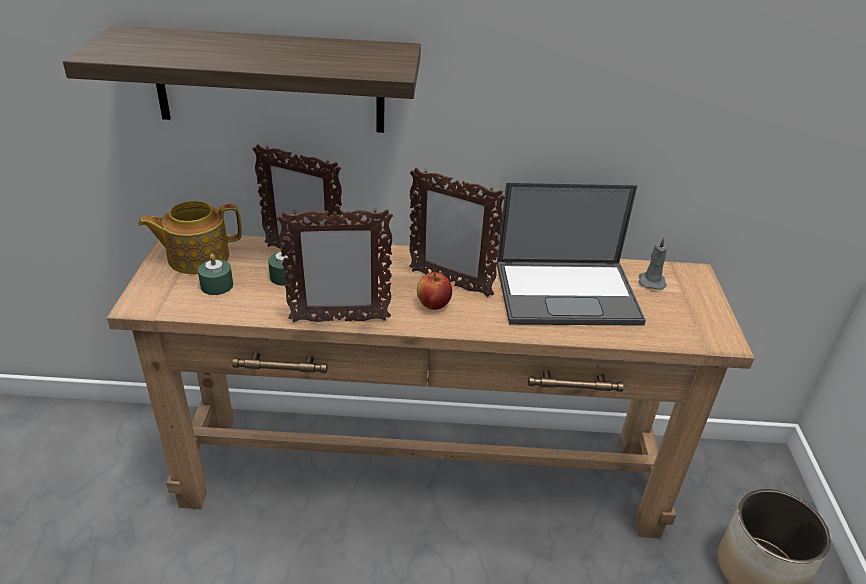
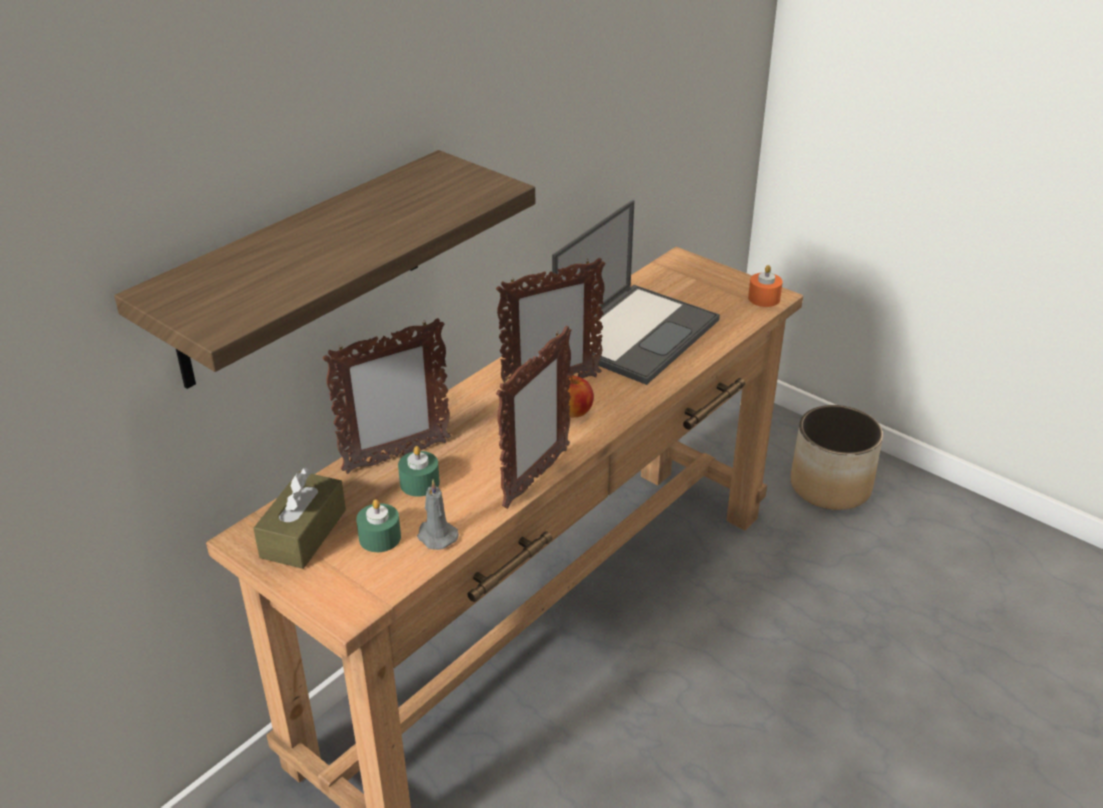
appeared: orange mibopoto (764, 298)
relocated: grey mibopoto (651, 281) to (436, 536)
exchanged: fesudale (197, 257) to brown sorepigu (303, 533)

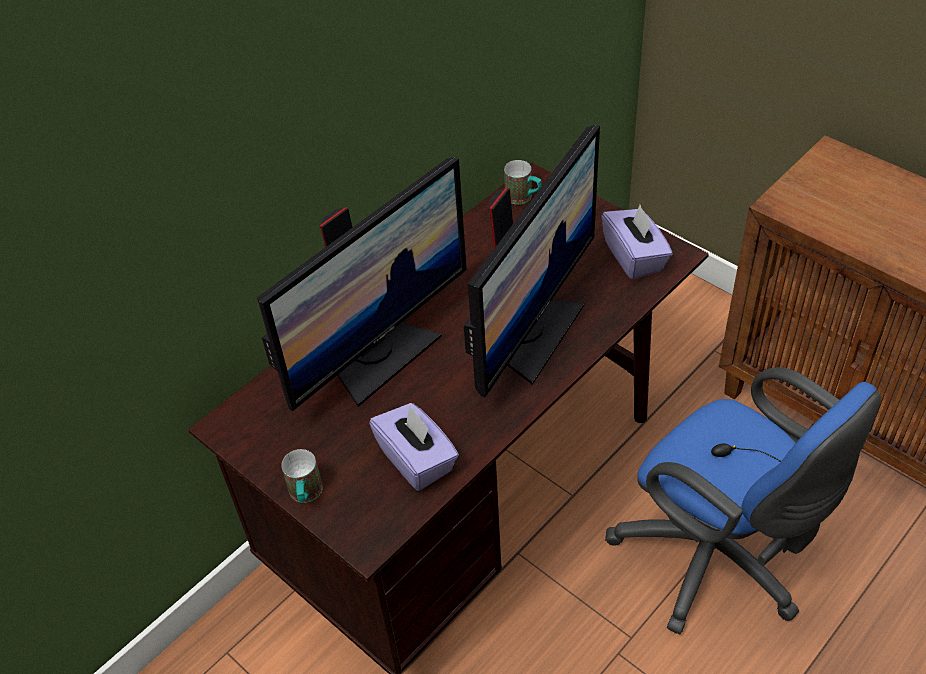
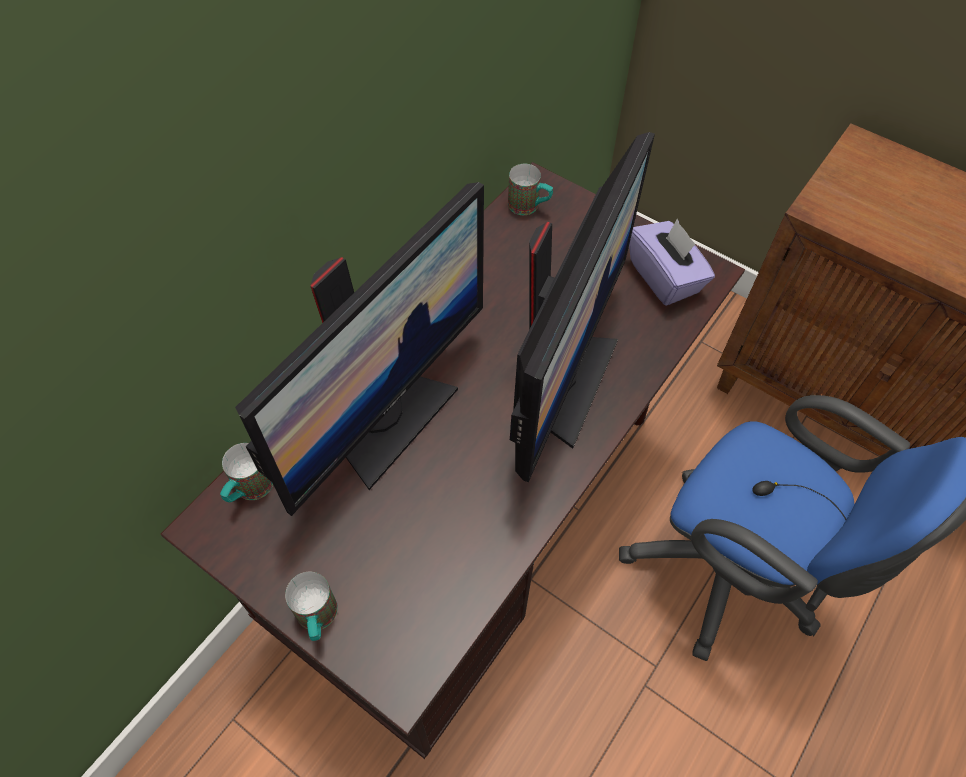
missing: purple sorepigu (417, 460)
appeared: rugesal (249, 490)

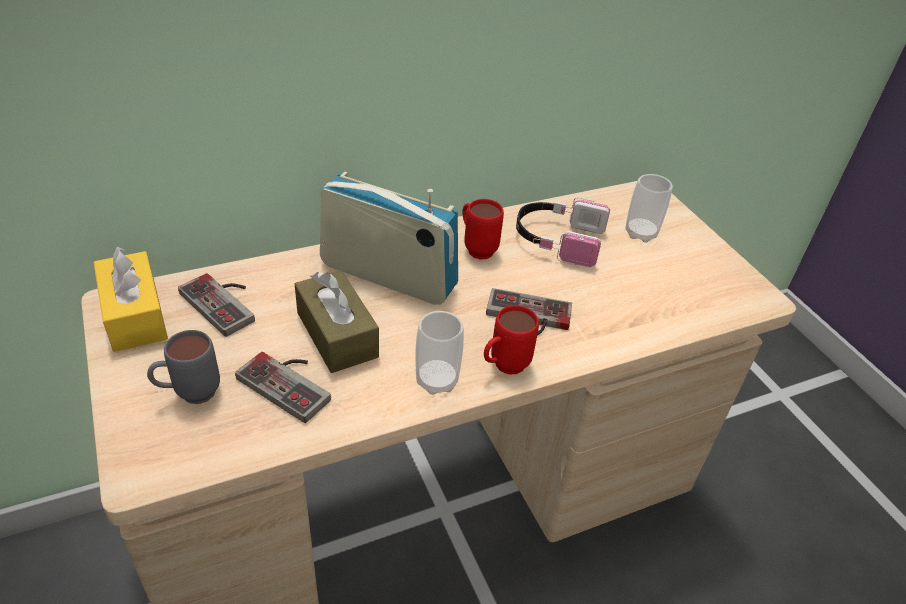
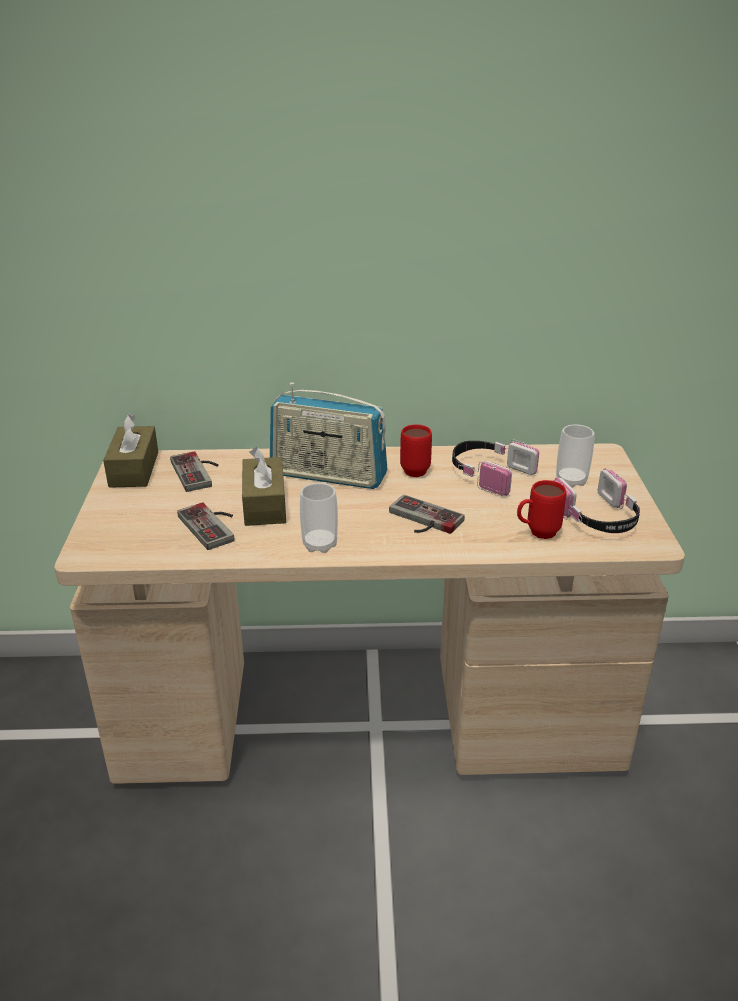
missing: grey rugesal (189, 395)
appeared: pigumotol (597, 518)
relocated: red rugesal (503, 368) to (536, 533)
colour: yellow sorepigu (134, 315) to brown sorepigu (134, 469)
spun: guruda (388, 276) = (328, 475) 150 degrees clockwise

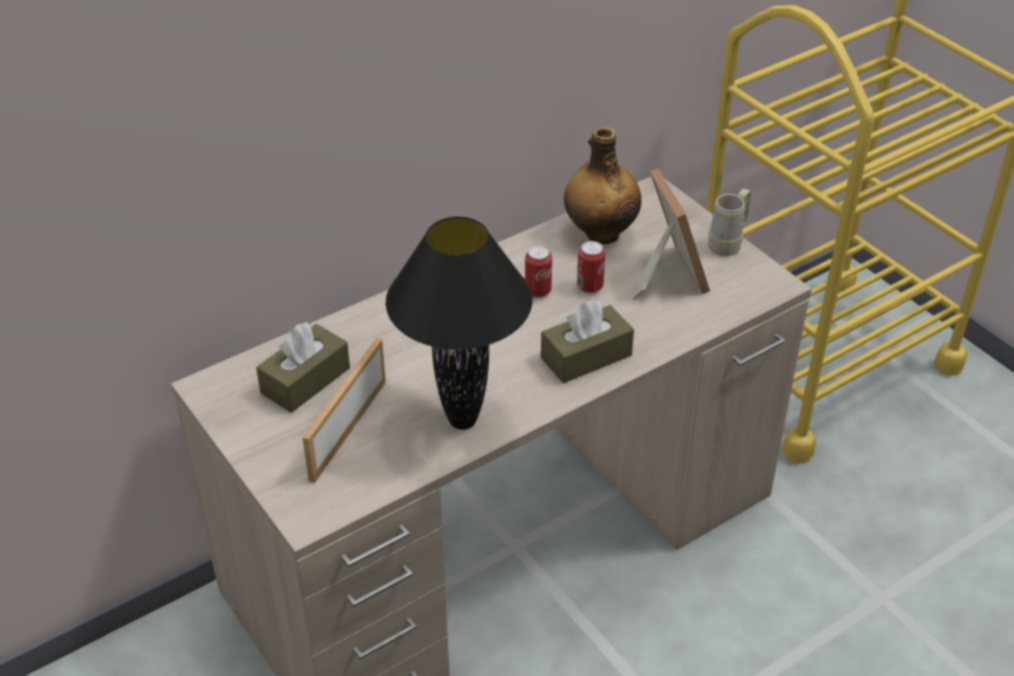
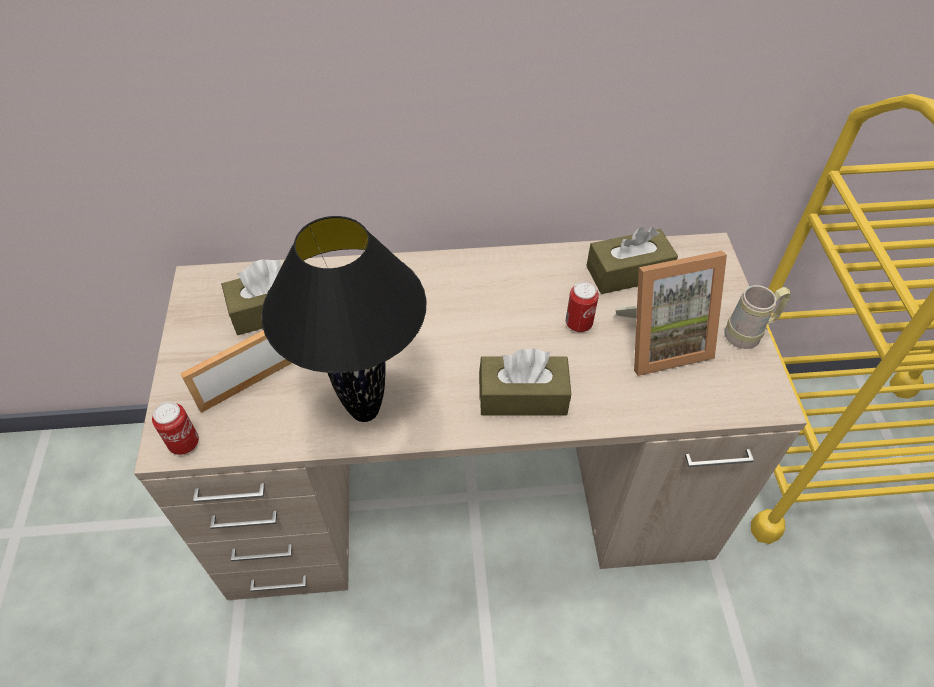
relocated: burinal (538, 291) to (184, 443)
exchanged: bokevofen (600, 233) to brown sorepigu (628, 272)
spun: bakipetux (665, 274) = (661, 342) 60 degrees clockwise

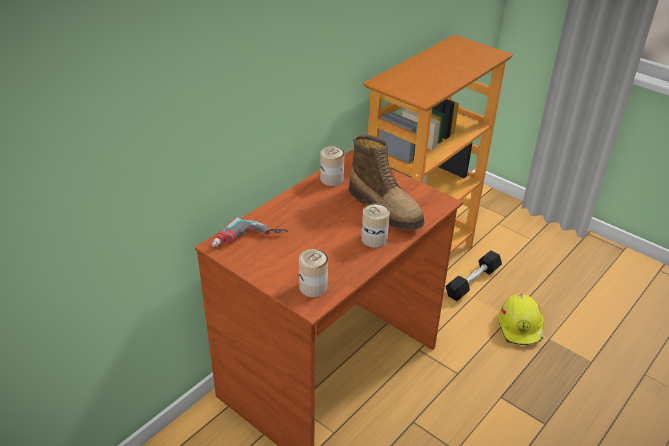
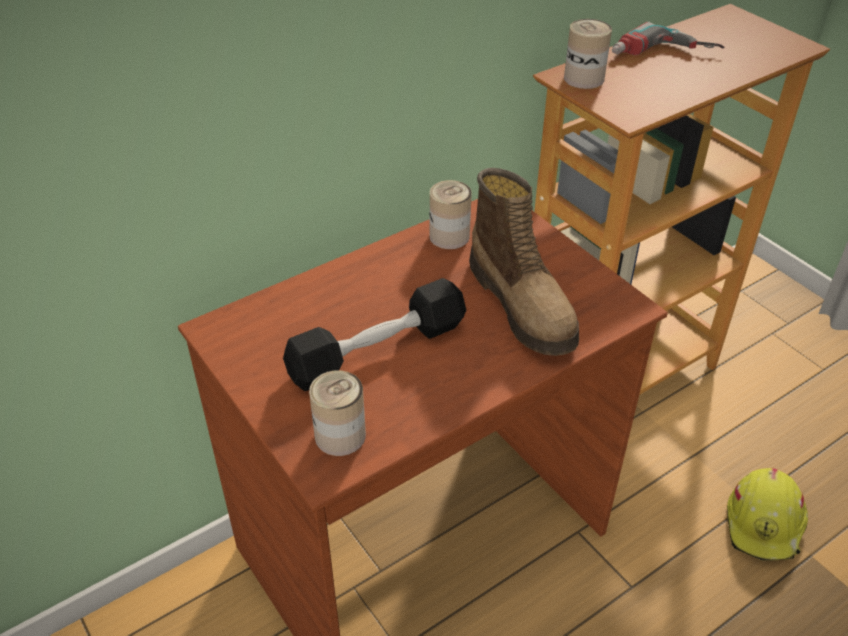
relocated: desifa (249, 242) to (664, 55); burinal (374, 239) to (584, 78); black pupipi (473, 282) to (377, 350)

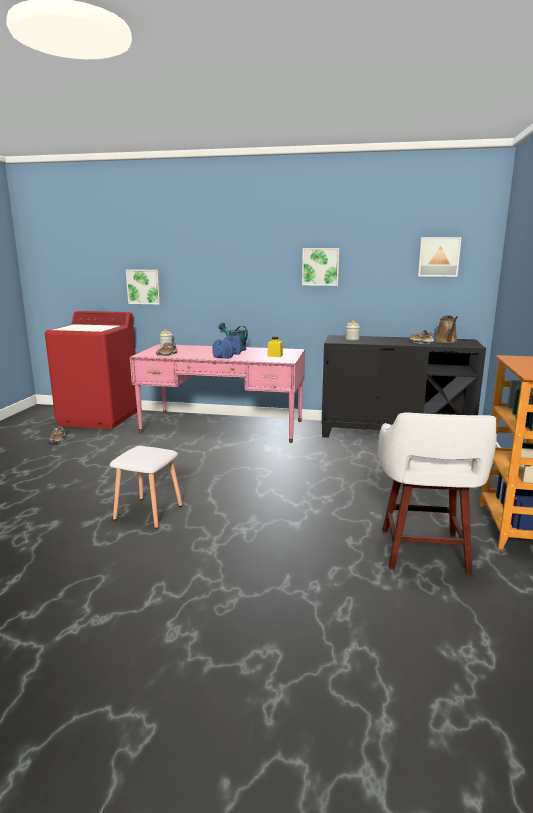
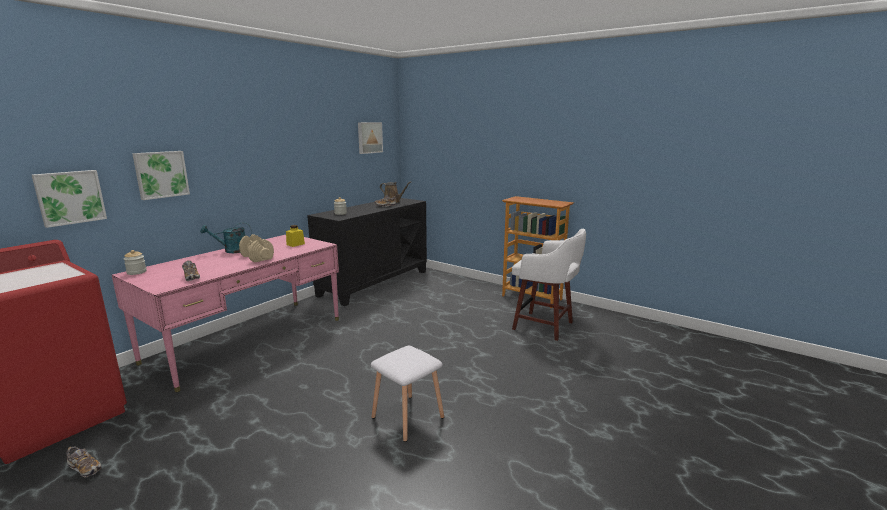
relocated: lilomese (320, 266) to (161, 174)
colour: blue pupipi (227, 355) to beige pupipi (257, 257)

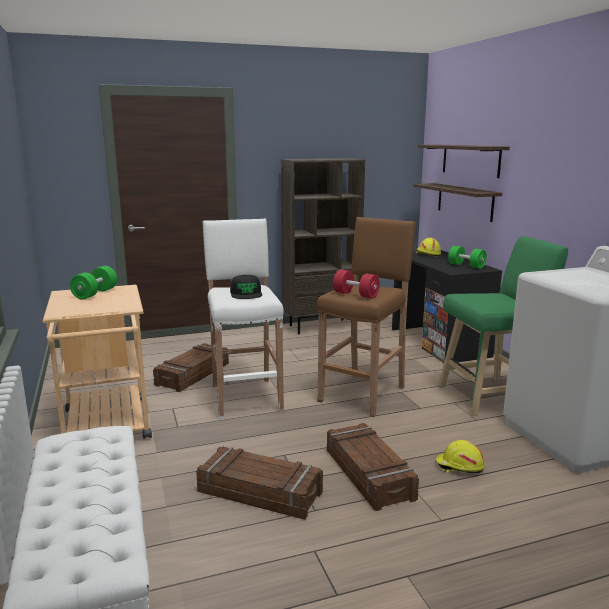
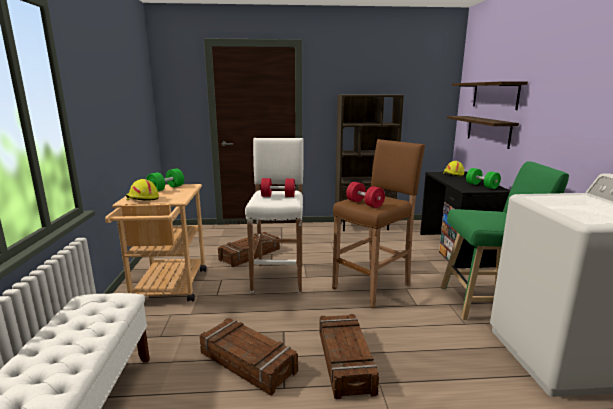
relocated: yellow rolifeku (459, 466) to (142, 199)
exchanged: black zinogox (246, 293) to red pupipi (278, 196)

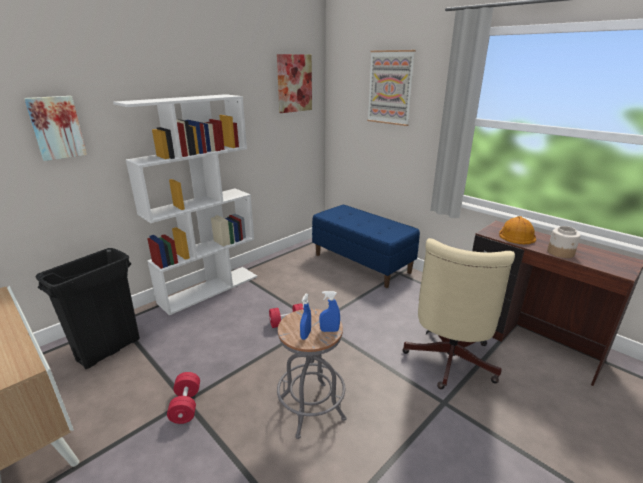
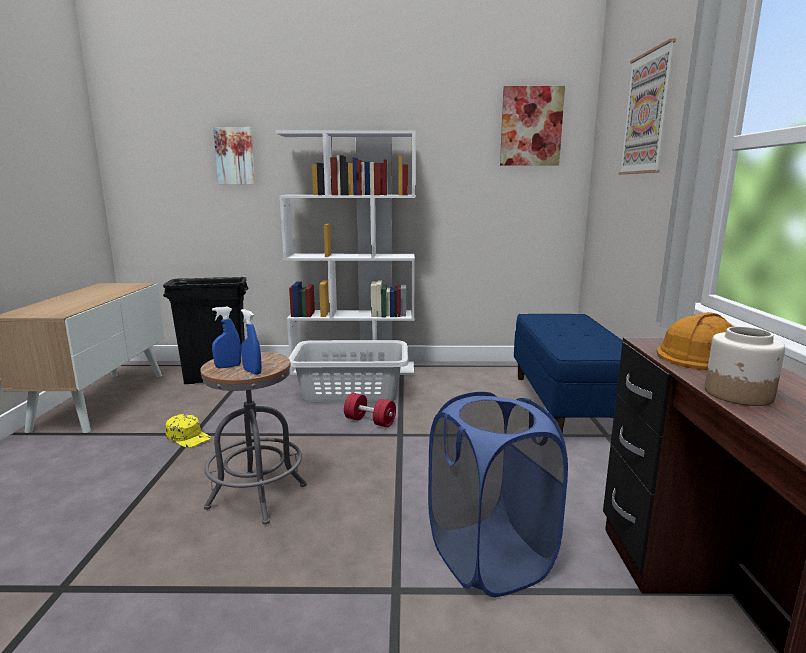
appeared: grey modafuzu (350, 391)
exchanged: red pupipi (186, 405) to yellow zinogox (188, 437); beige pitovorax (448, 362) to blue modafuzu (489, 557)

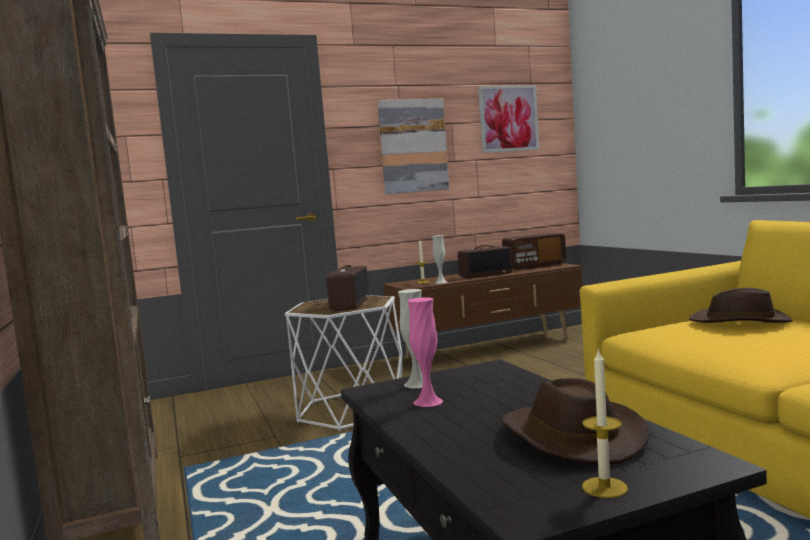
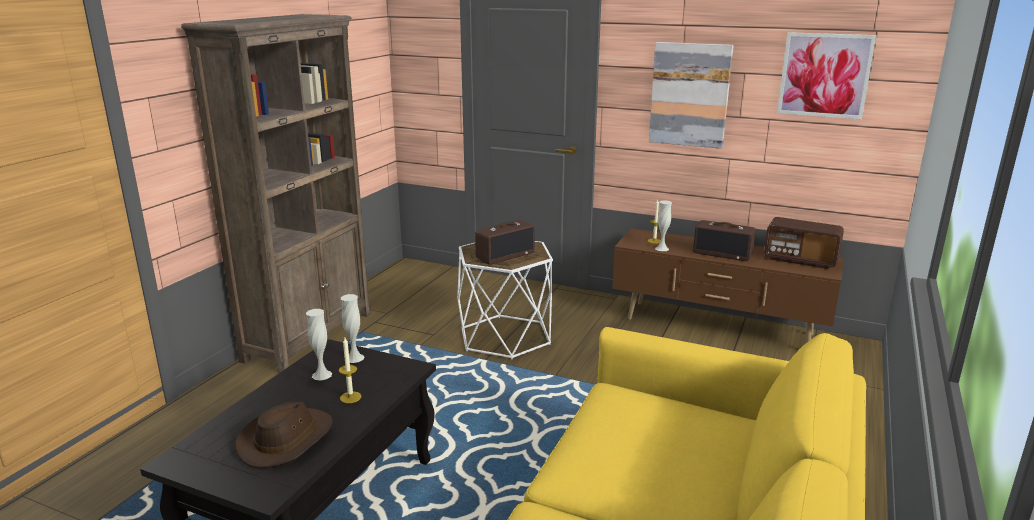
missing: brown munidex (740, 321)
relocated: mibopoto (604, 487) to (350, 397)
colour: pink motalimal (428, 401) to white motalimal (322, 375)

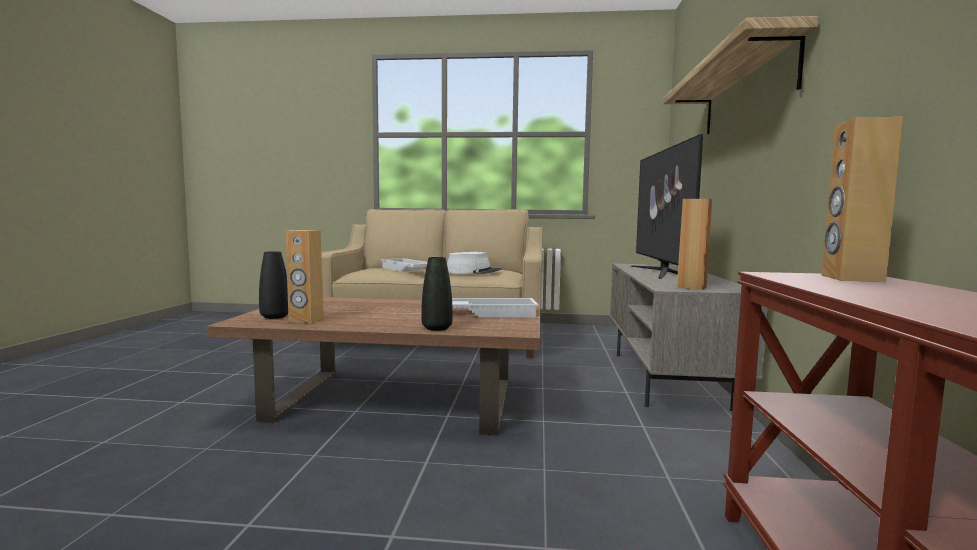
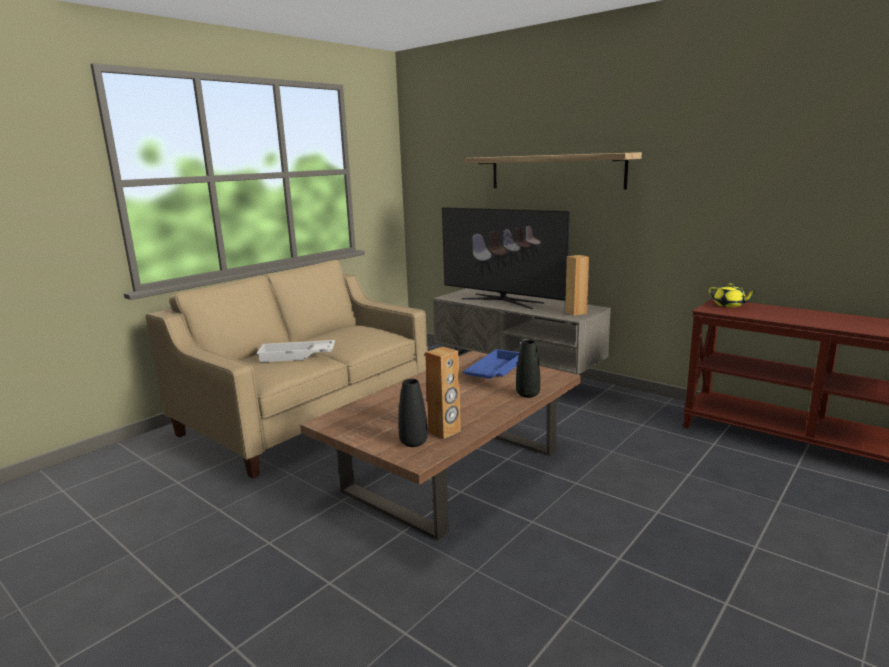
missing: grey munidex (473, 271)
exchanged: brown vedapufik (851, 278) to yellow fesudale (729, 305)
colour: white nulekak (489, 313) to blue nulekak (493, 371)

